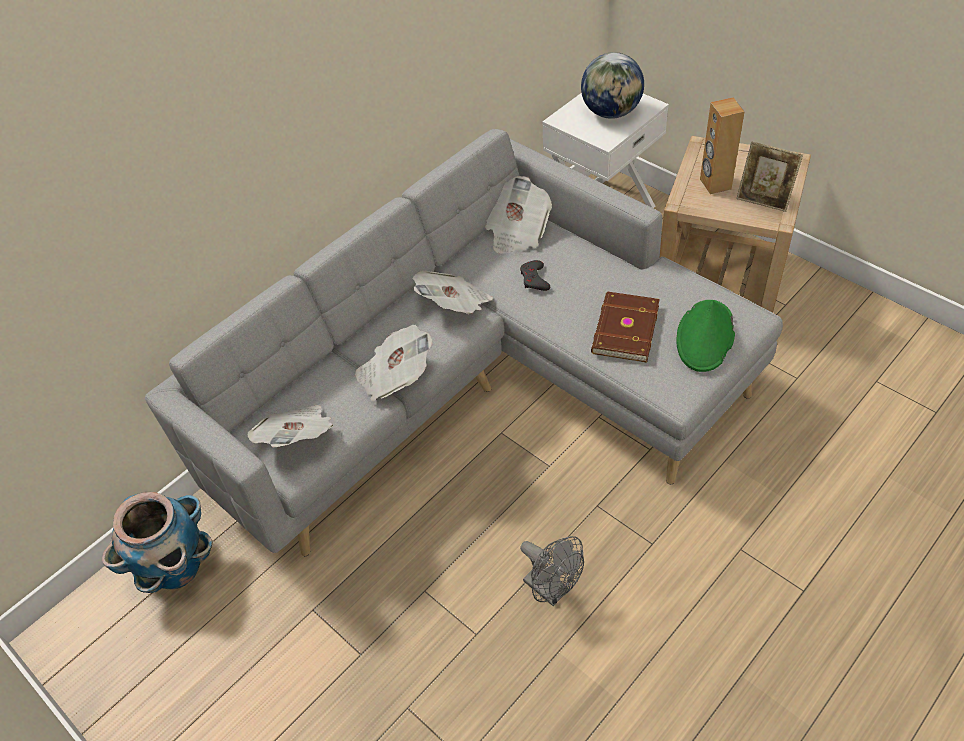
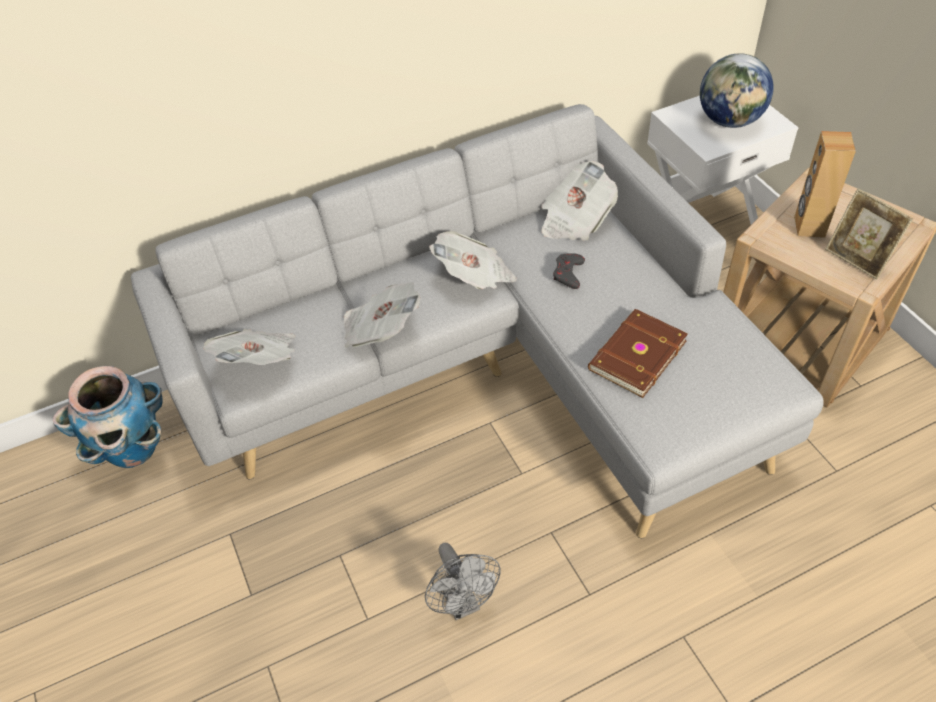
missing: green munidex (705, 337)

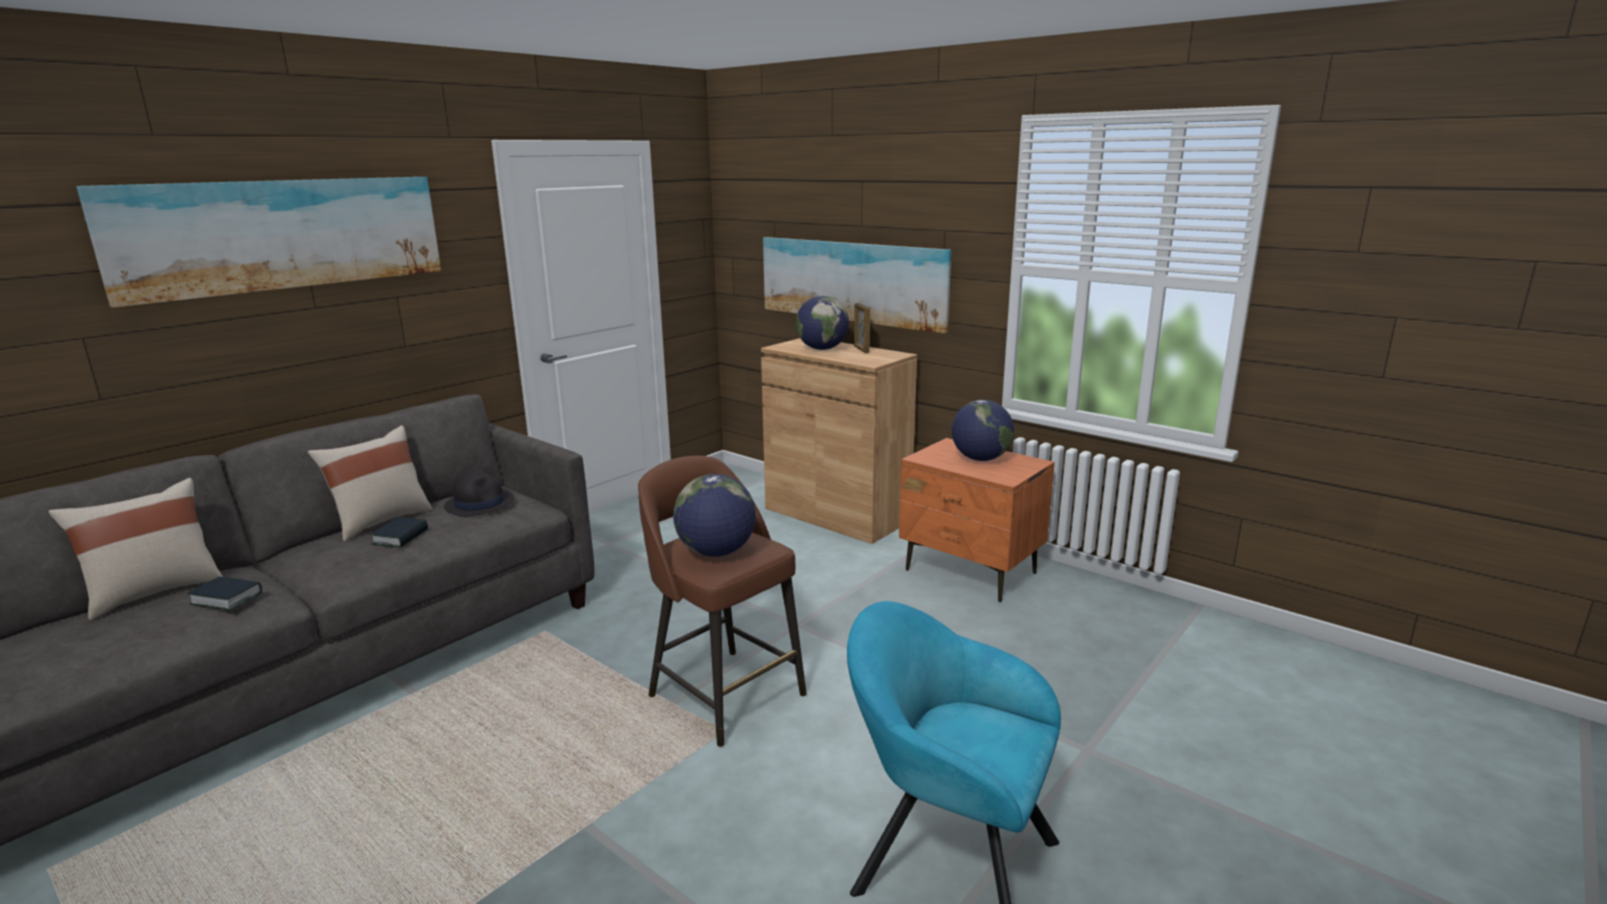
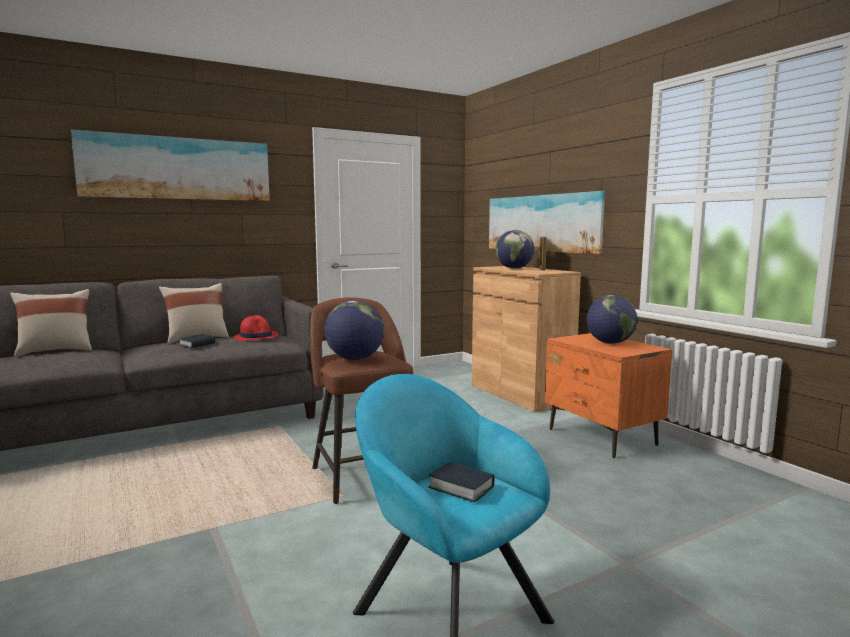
relocated: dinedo (227, 598) to (461, 487)
colour: black munidex (480, 503) to red munidex (256, 337)

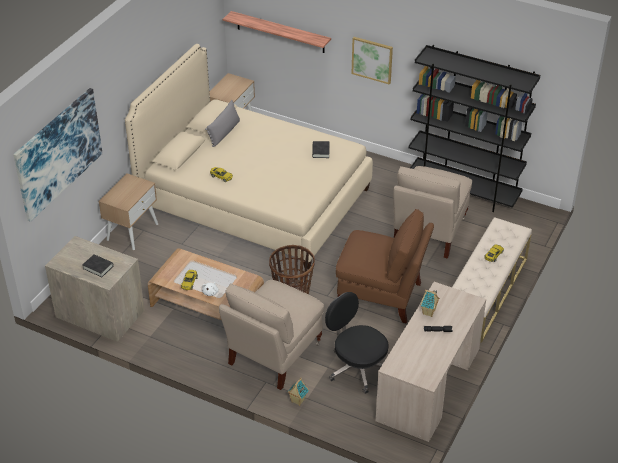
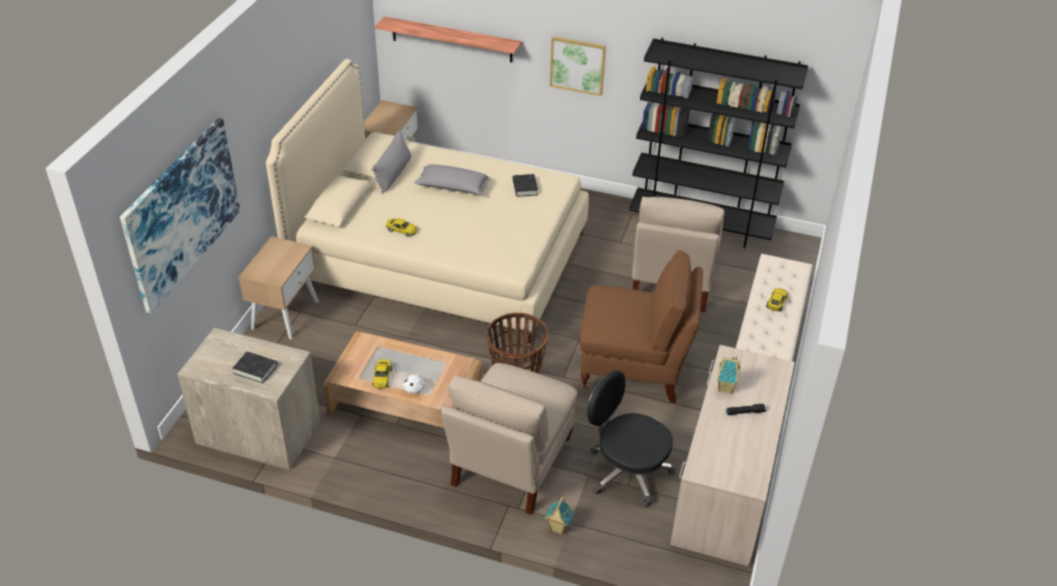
appeared: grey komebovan (452, 188)

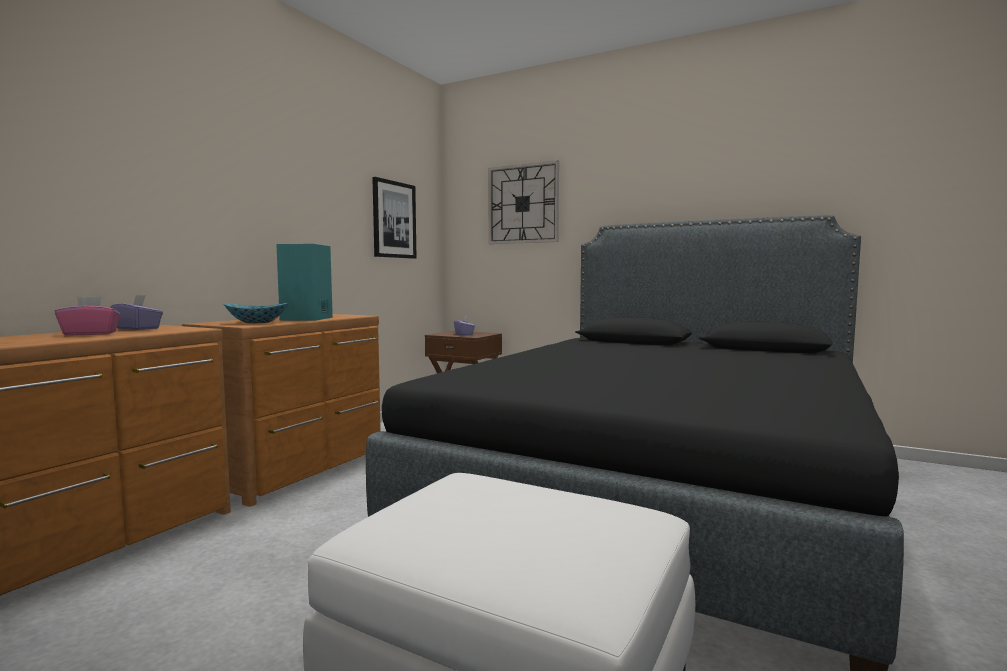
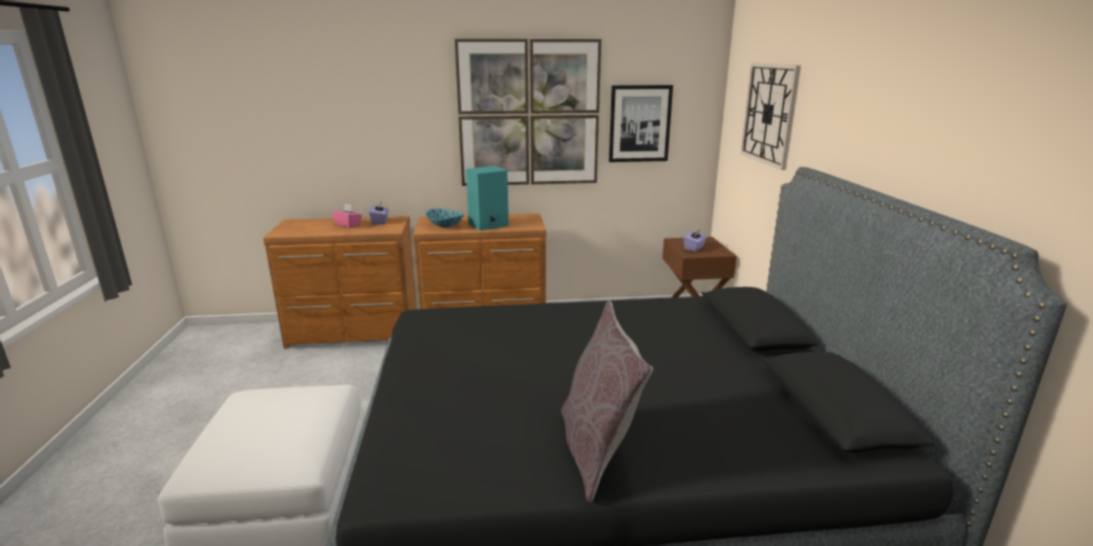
appeared: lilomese (529, 114); grey komebovan (597, 450)

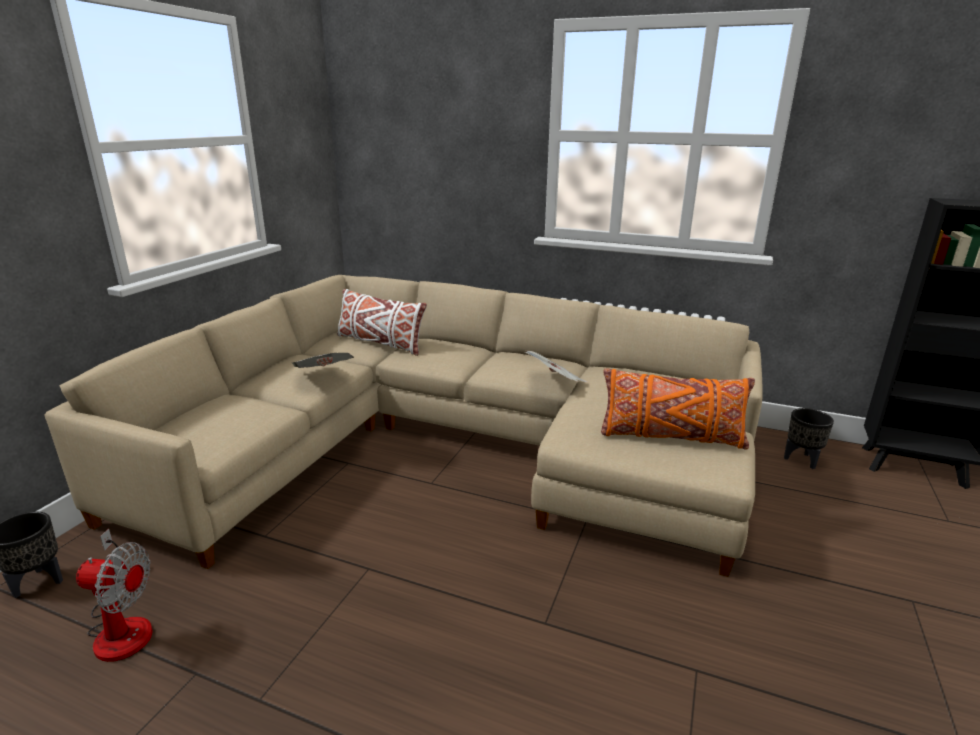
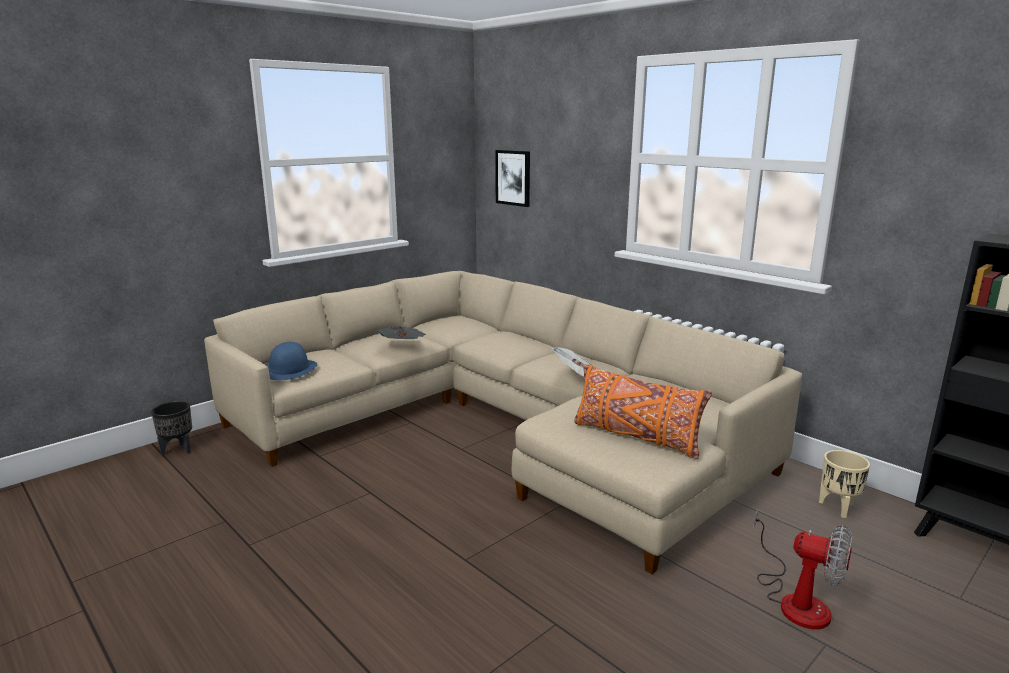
missing: white komebovan (380, 343)
appeared: blue munidex (289, 369); lilomese (513, 177)
relocated: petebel (123, 626) to (795, 599)
colour: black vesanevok (801, 460) to beige vesanevok (838, 507)

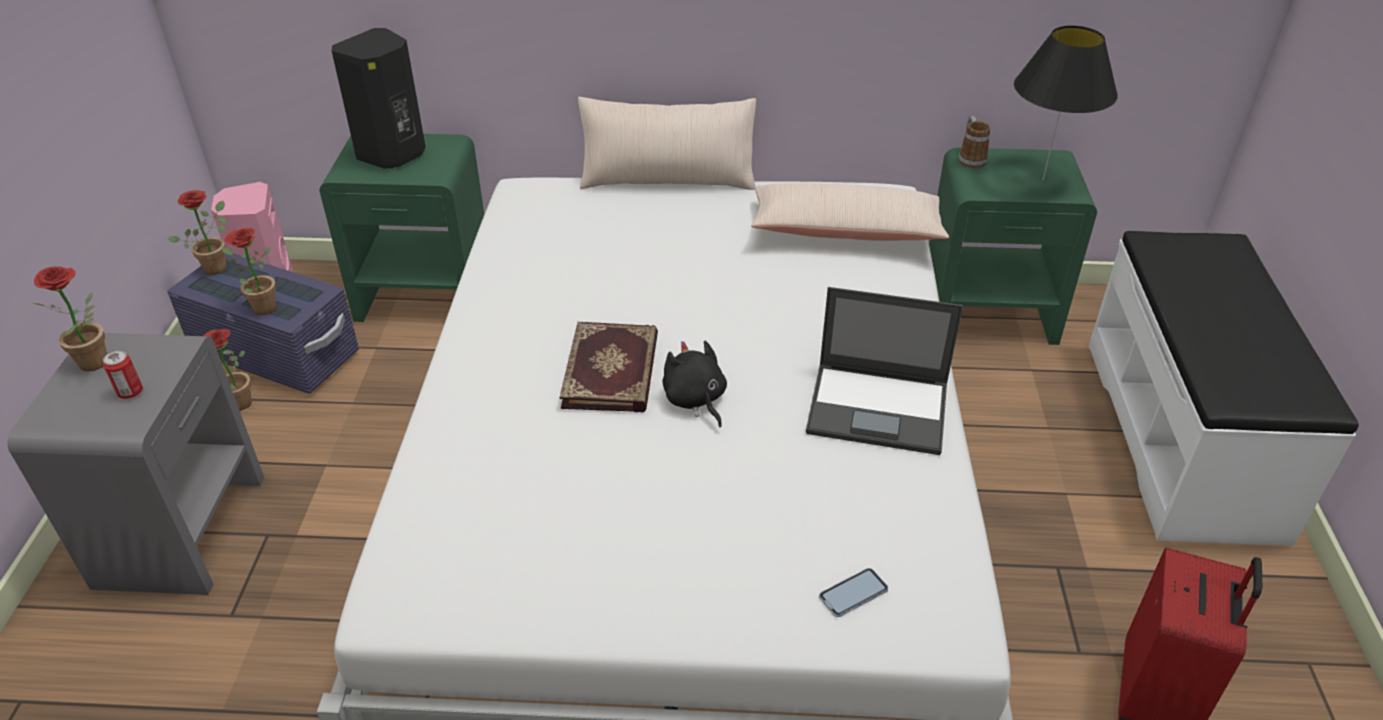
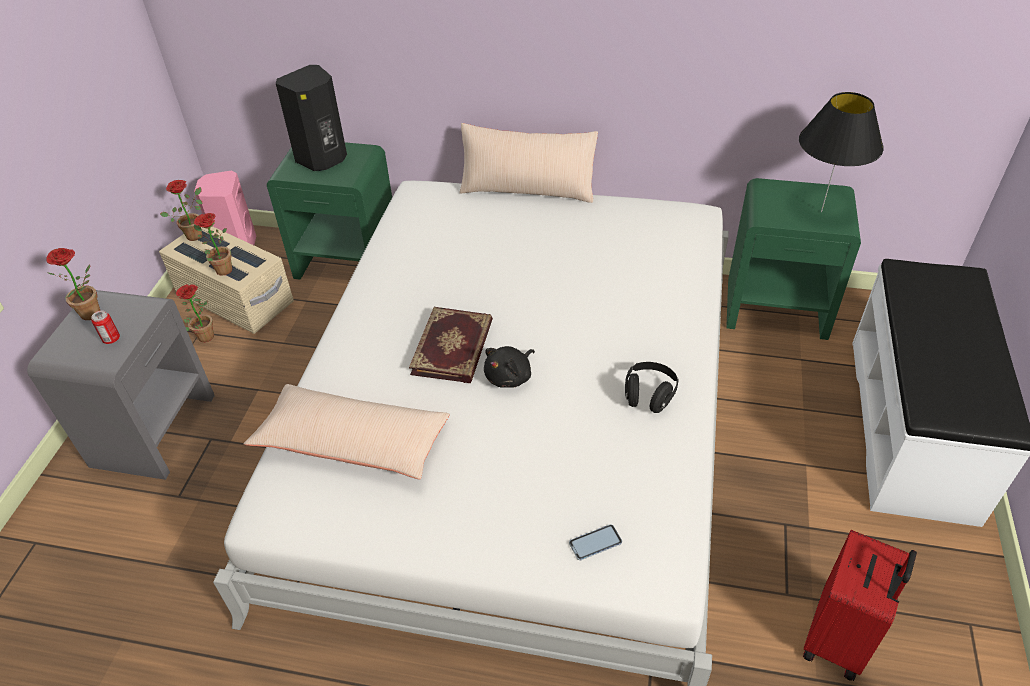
missing: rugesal (970, 158)
relocated: beige komebovan (845, 230) to (352, 442)
exchanged: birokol (879, 408) to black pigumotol (649, 395)
colour: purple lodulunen (276, 353) to beige lodulunen (235, 299)
spun: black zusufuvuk (695, 400) = (510, 376) 120 degrees counterclockwise

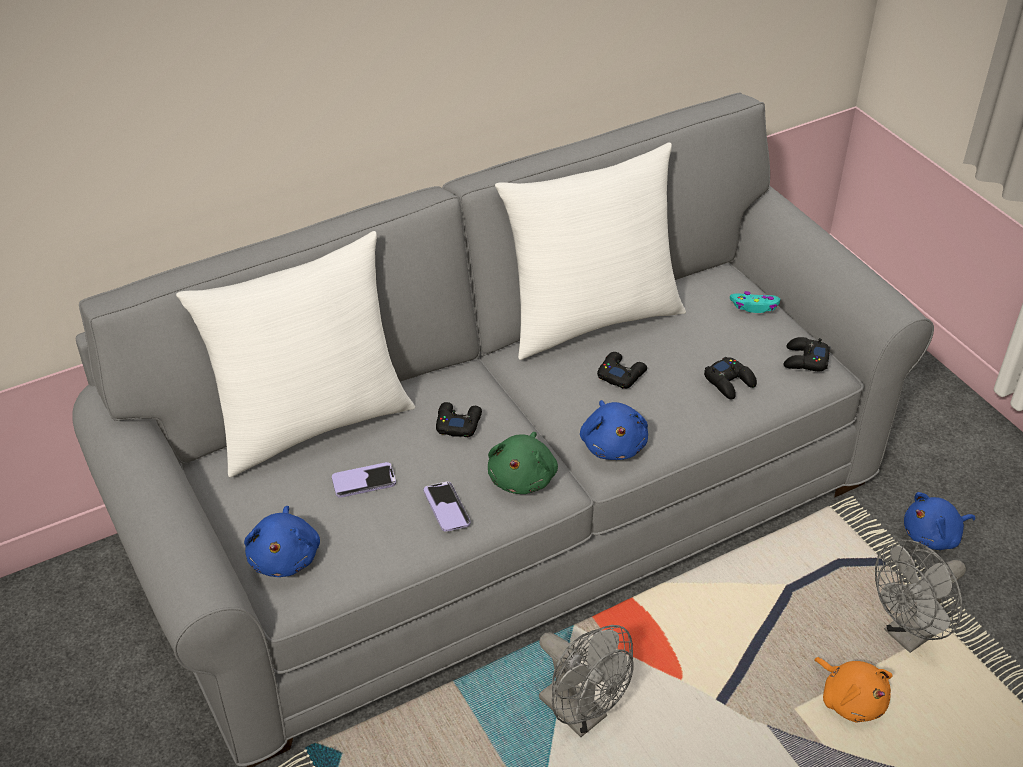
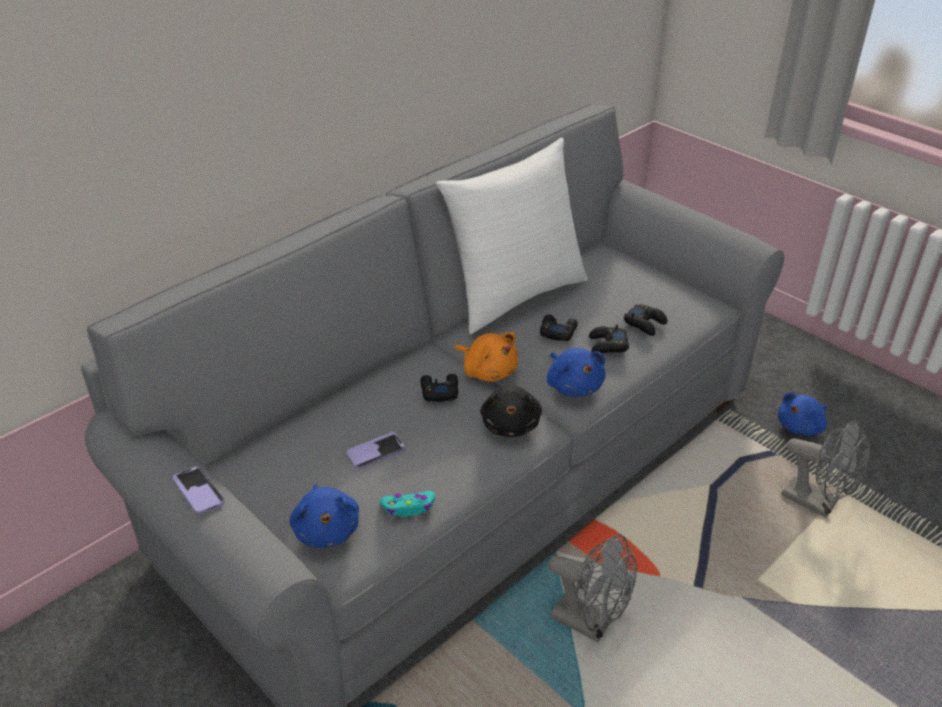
missing: white komebovan (311, 422)
relocated: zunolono (446, 508) to (198, 491); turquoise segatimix (754, 306) to (408, 507); black segatimix (805, 360) to (607, 345); orange zusufuvuk (850, 699) to (488, 371)
colour: green zusufuvuk (523, 477) to black zusufuvuk (510, 424)
spun: grey petebel (910, 634) = (817, 503) 90 degrees counterclockwise

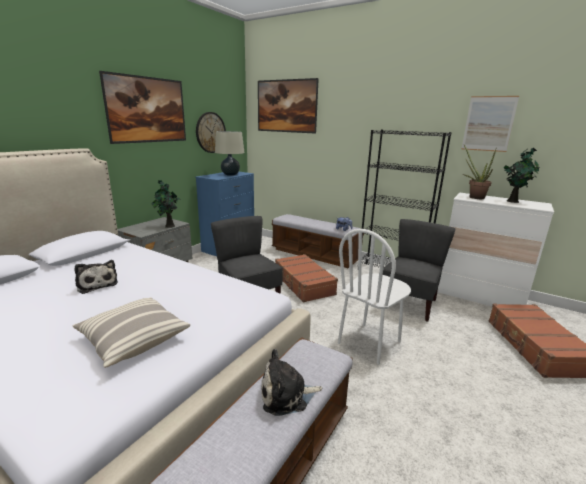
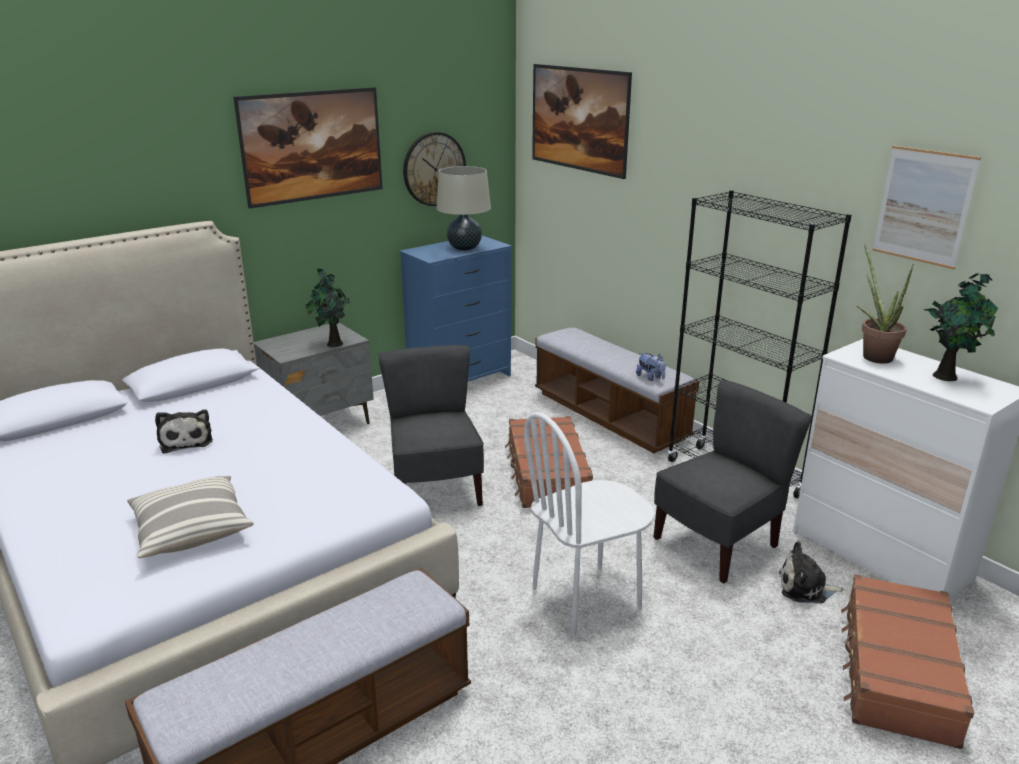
relocated: zusufuvuk (287, 395) to (805, 588)

